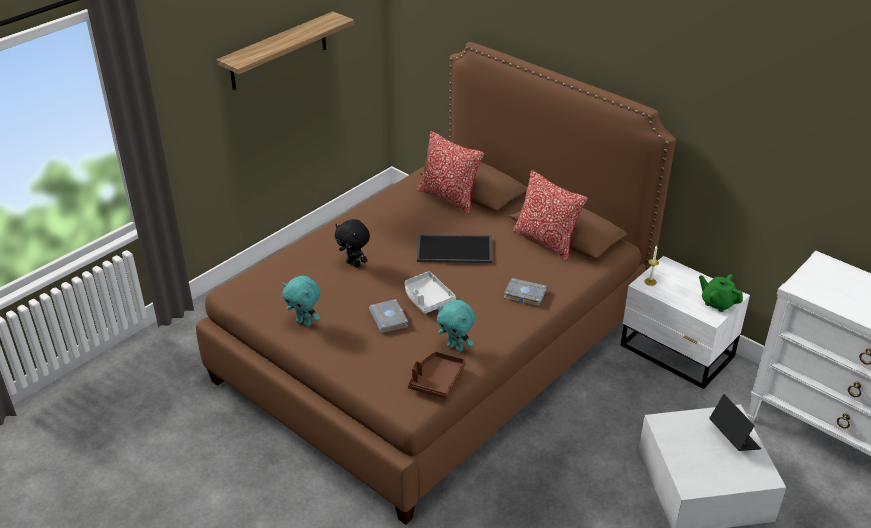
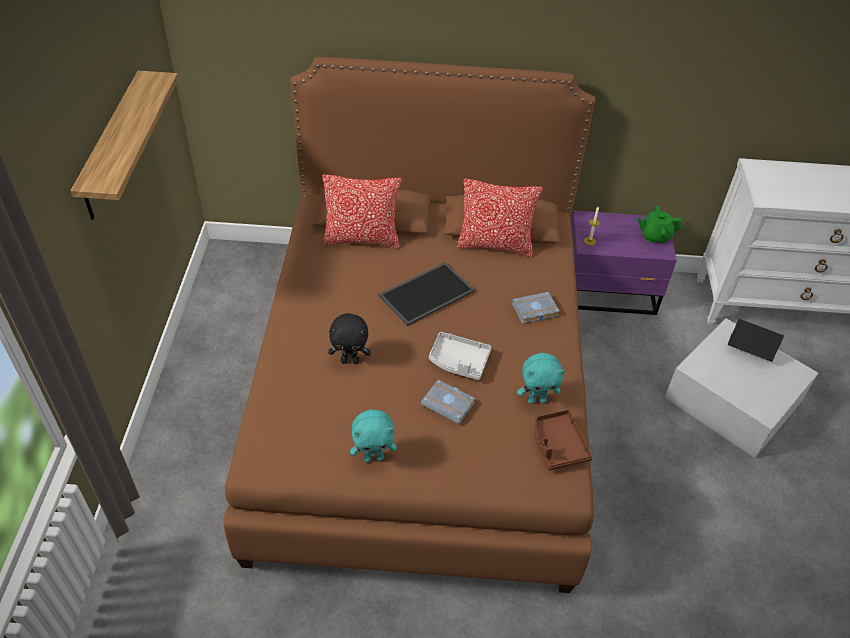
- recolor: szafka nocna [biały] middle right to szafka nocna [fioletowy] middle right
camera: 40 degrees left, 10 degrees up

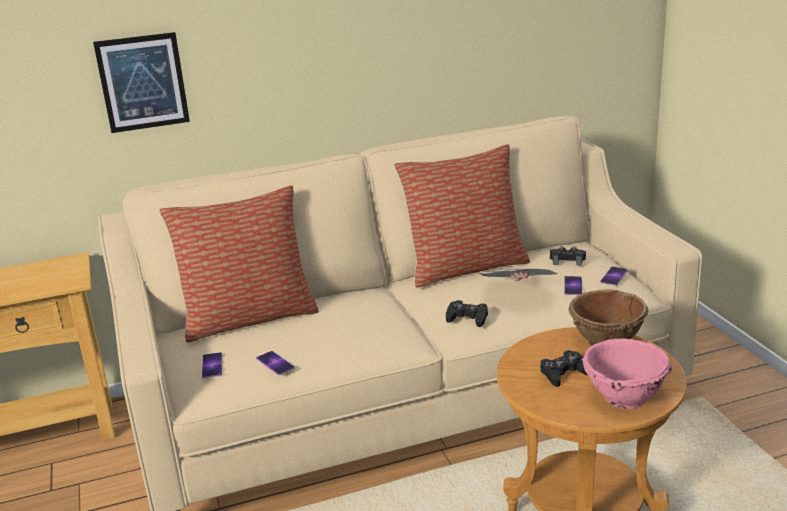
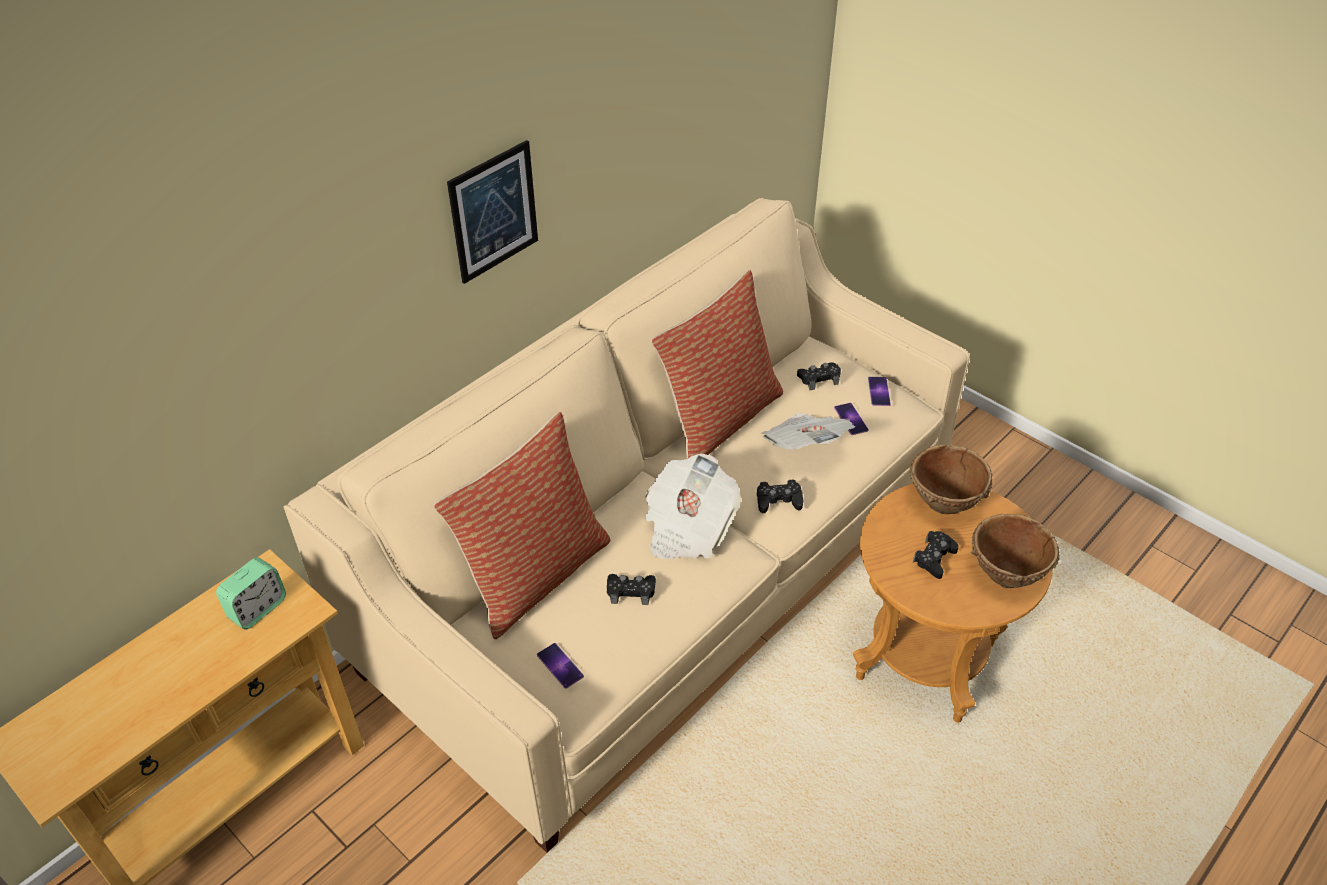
- insert: budzik bottom left
- move: obraz top left to top centre
- insert: pad do gier [czarny] (1st from left) centre
- insert: gazeta (1st from left) centre
- recolor: miska [różowy] bottom right to miska [brązowy] (2nd from left) middle right
- delete: telefon (2nd from left) bottom centre
camera: 30 degrees left, 20 degrees up

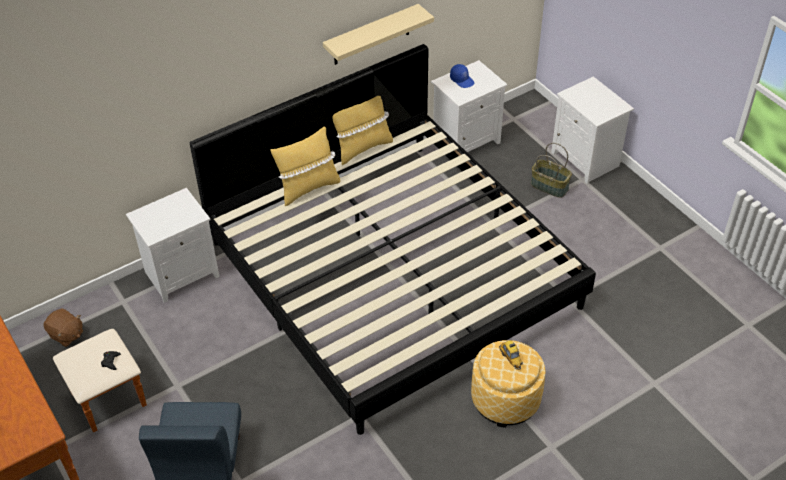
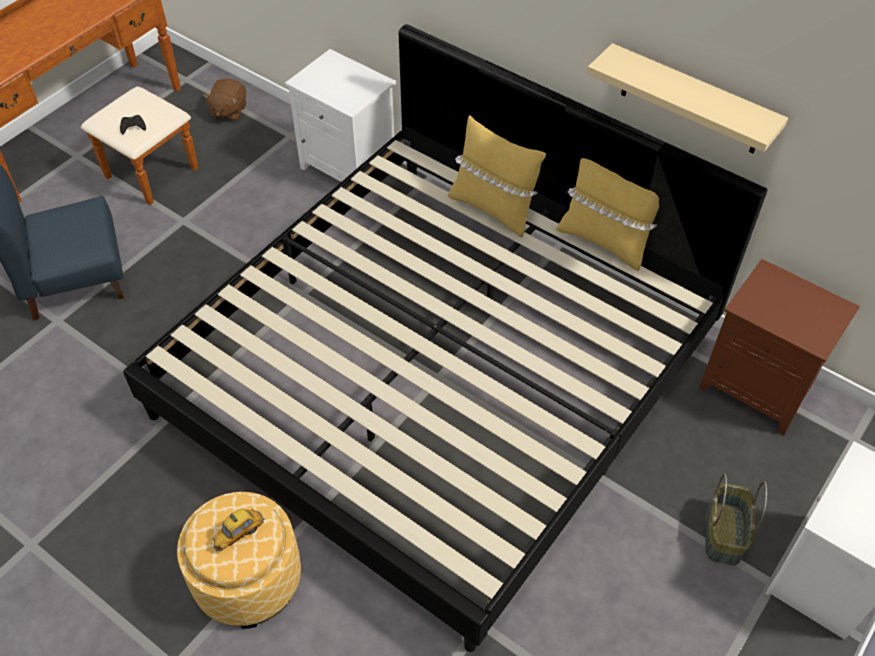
- recolor: szafka nocna [biały] (2nd from left) top centre to szafka nocna [brązowy] middle right
- delete: czapka z daszkiem [niebieski] top centre
camera: 70 degrees right, 5 degrees up

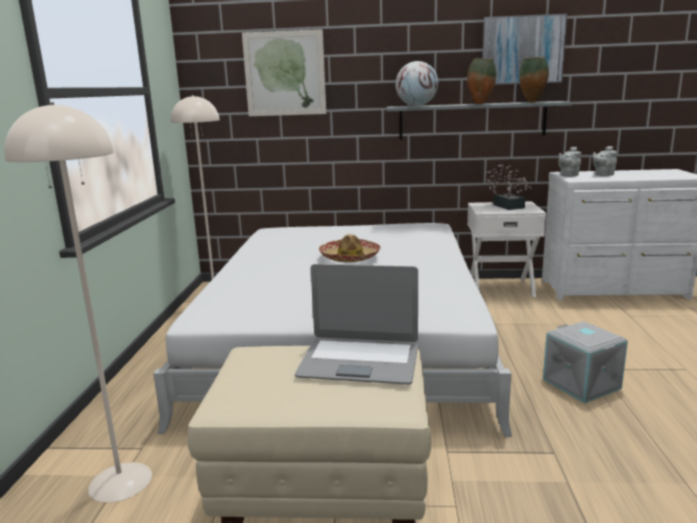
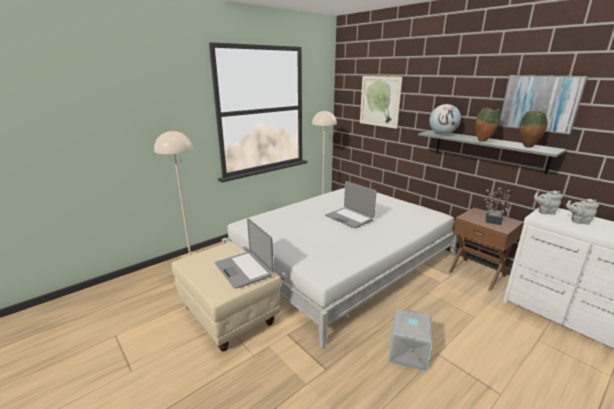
- replace: kapelusz centre to laptop (2nd from left) centre
- recolor: szafka nocna [biały] middle right to szafka nocna [brązowy] middle right
camera: 45 degrees right, 5 degrees up

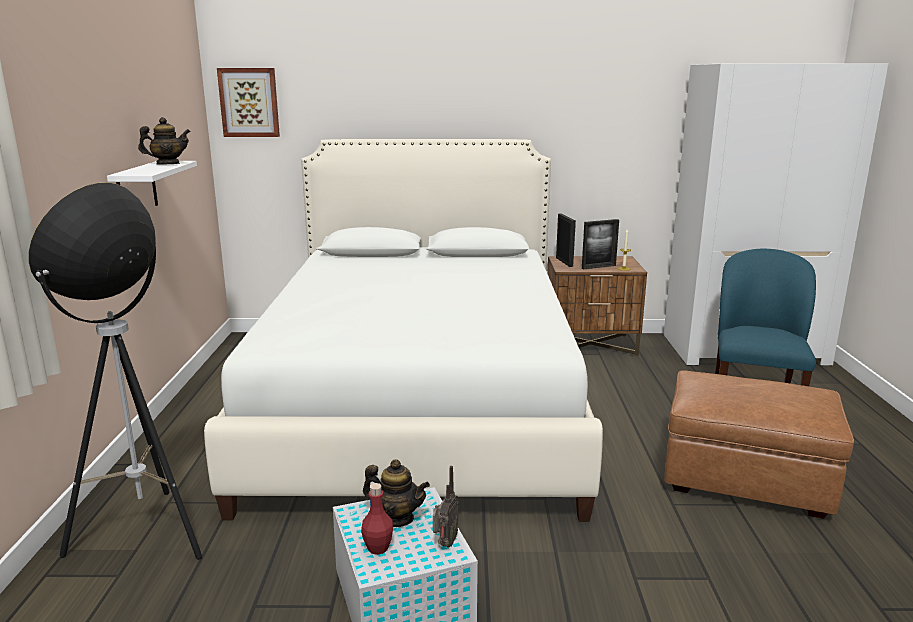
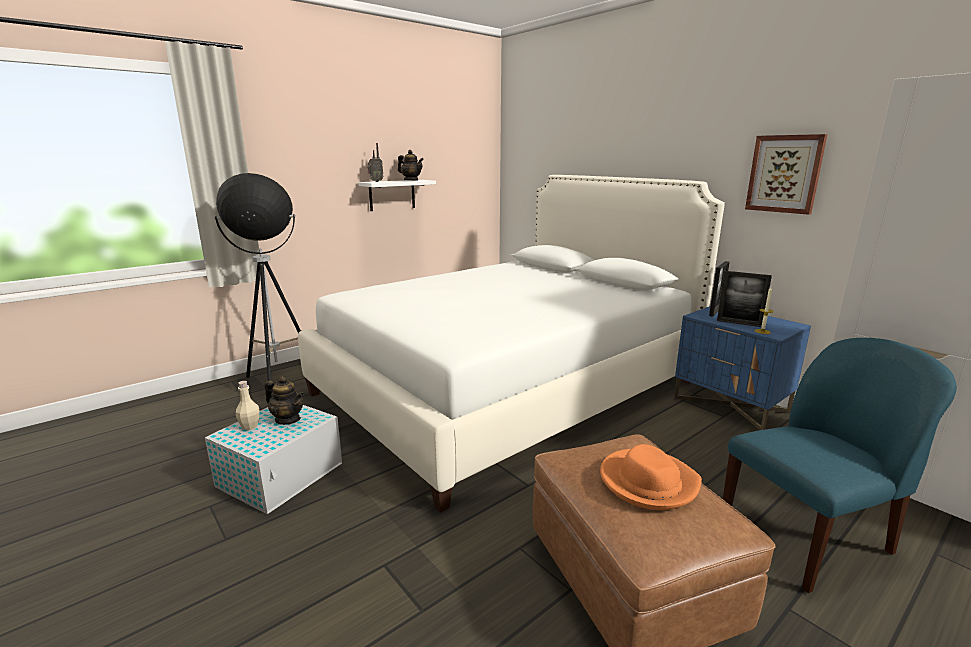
- recolor: butelka [czerwony] bottom centre to butelka [beżowy] middle left
- rotate: imbryk (2nd from left in the first image) bottom centre = middle left 45 degrees counterclockwise
- move: radio bottom centre to top centre
- insert: kapelusz [pomarańczowy] bottom right
- recolor: szafka nocna [brązowy] centre to szafka nocna [niebieski] middle right
- move: obraz top left to top right
camera: 50 degrees right, 0 degrees up

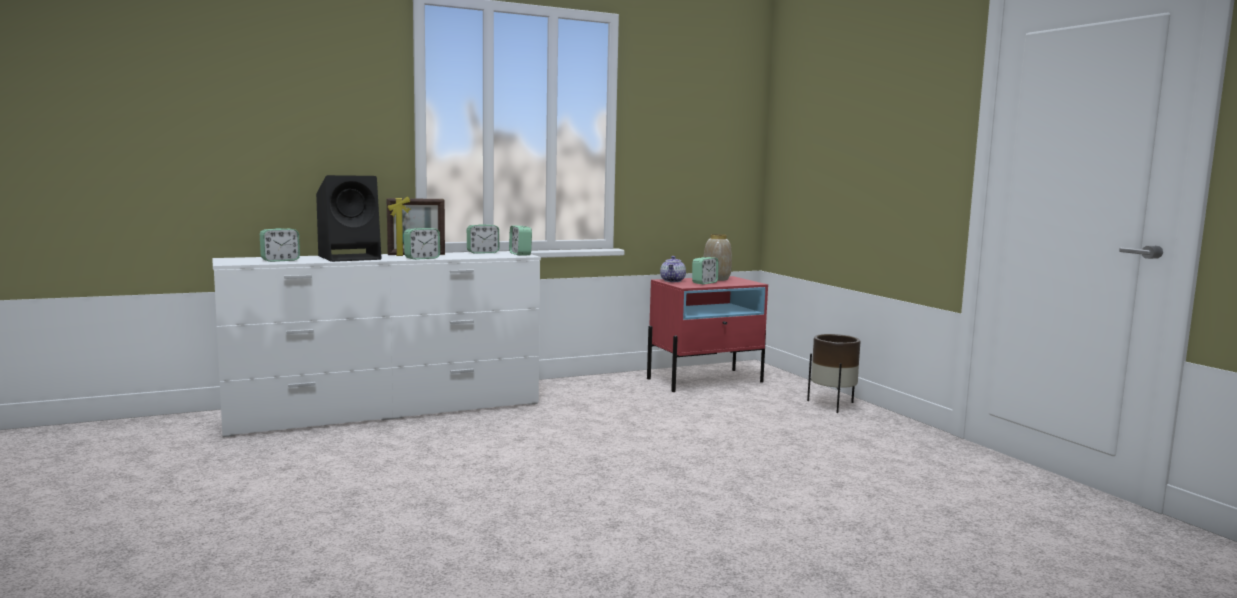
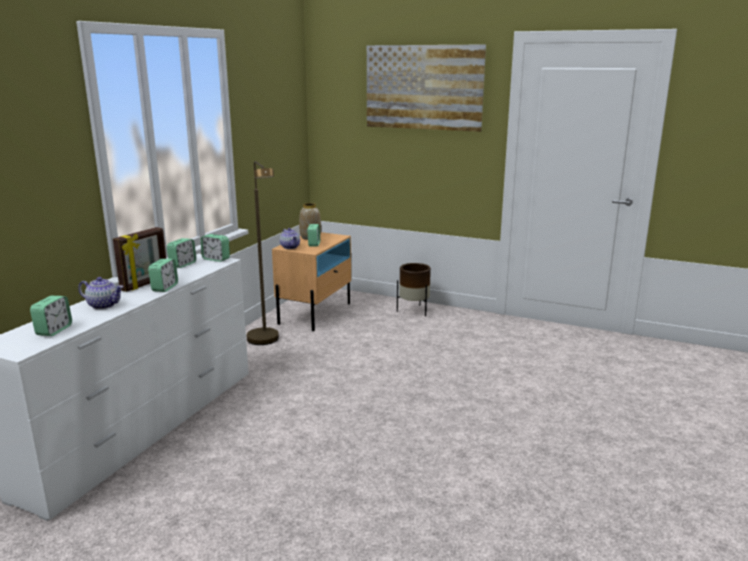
- replace: głośnik [czarny] middle left to imbryk (1st from left) middle left
- insert: lampa stojąca [brązowy] centre
- recolor: szafka nocna [czerwony] centre to szafka nocna [beżowy] centre
- insert: obraz top centre
camera: 40 degrees left, 10 degrees up

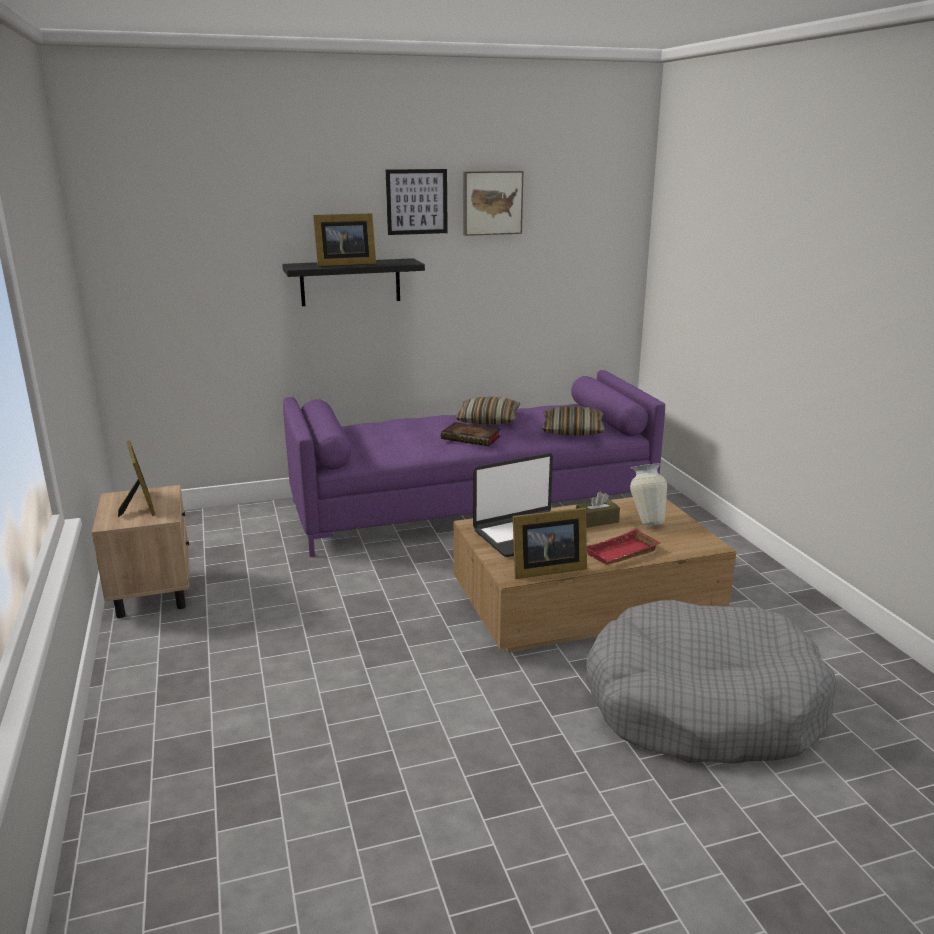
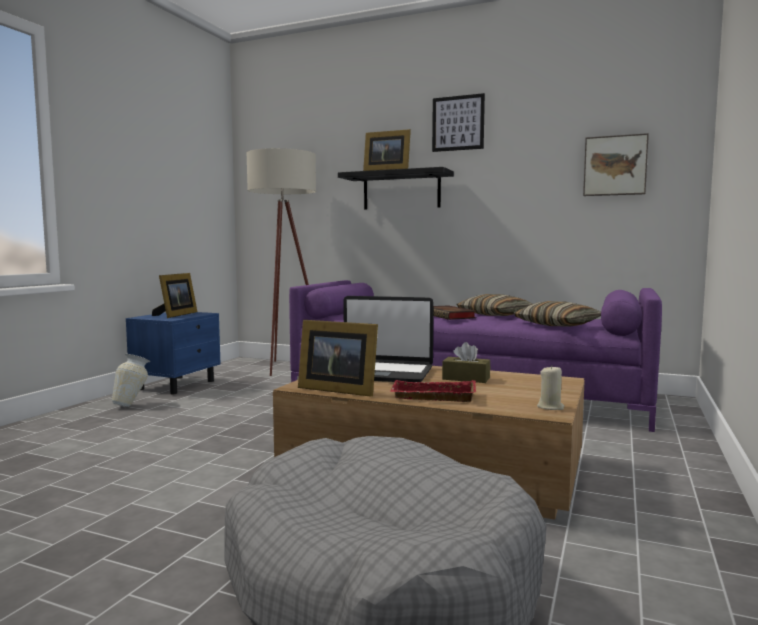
- move: wazon middle right to middle left
- recolor: szafka nocna [beżowy] middle left to szafka nocna [niebieski] middle left
- insert: lampa stojąca [beżowy] centre
- insert: świeca [beżowy] middle right
- move: obraz (2nd from left) top centre to top right
camera: 40 degrees right, 15 degrees down

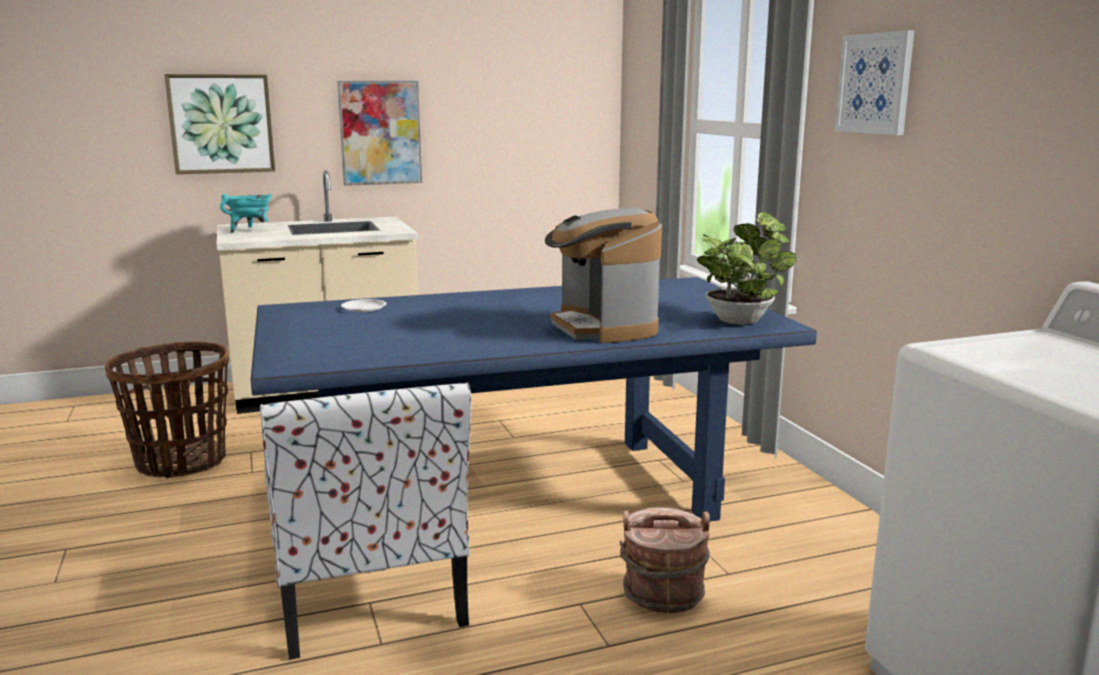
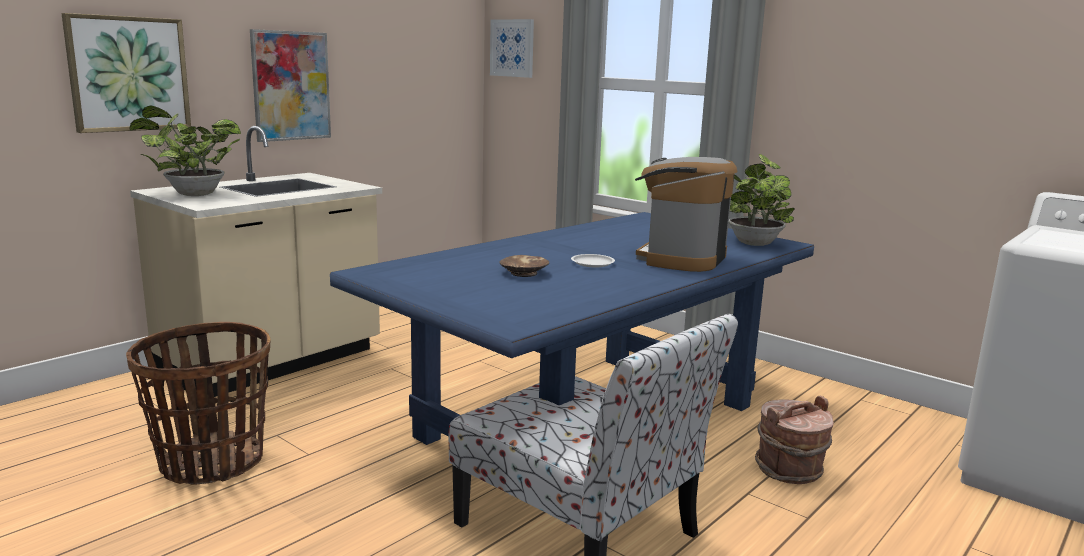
- replace: garnek [turkusowy] top left to roślina doniczkowa (1st from left) top left
- move: obraz (3rd from left) top right to top centre
- insert: miska [brązowy] centre
- move: talerz [biały] middle left to centre
- rotate: ekspres do kawy centre = centre 75 degrees clockwise
camera: 30 degrees left, 0 degrees up

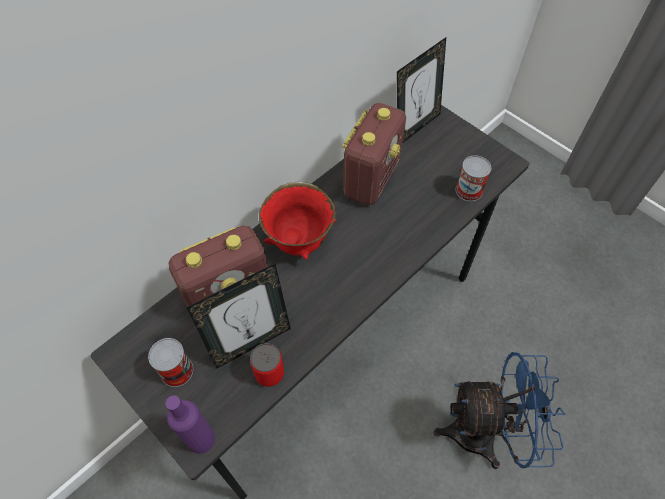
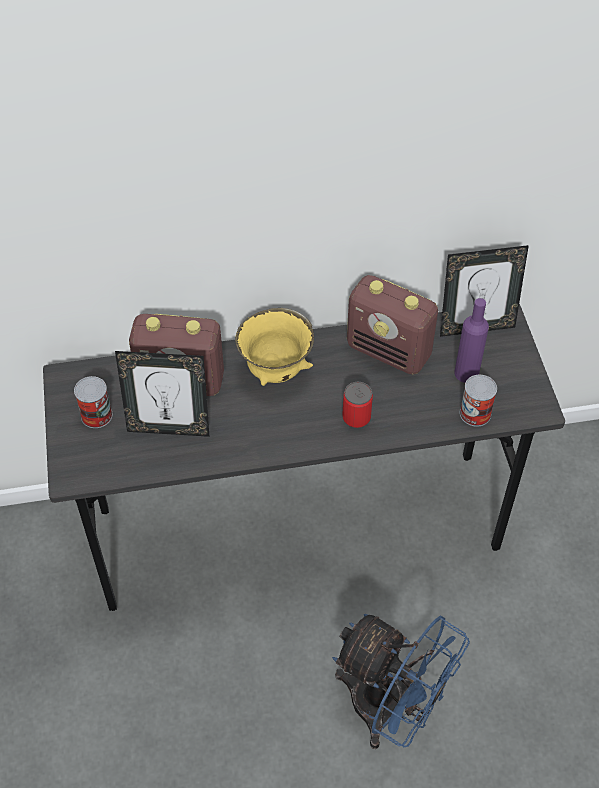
- recolor: miska [czerwony] centre to miska [żółty] centre
- move: puszka (2nd from left) bottom centre to centre
- rotate: radio (2nd from left) top centre = centre 60 degrees clockwise
- move: butelka [fioletowy] bottom left to middle right
camera: 35 degrees right, 5 degrees down

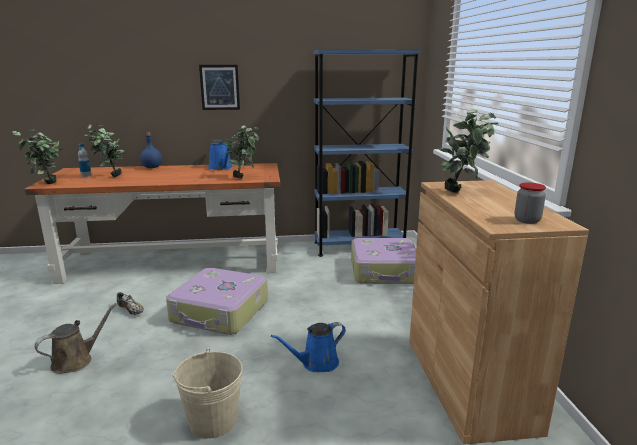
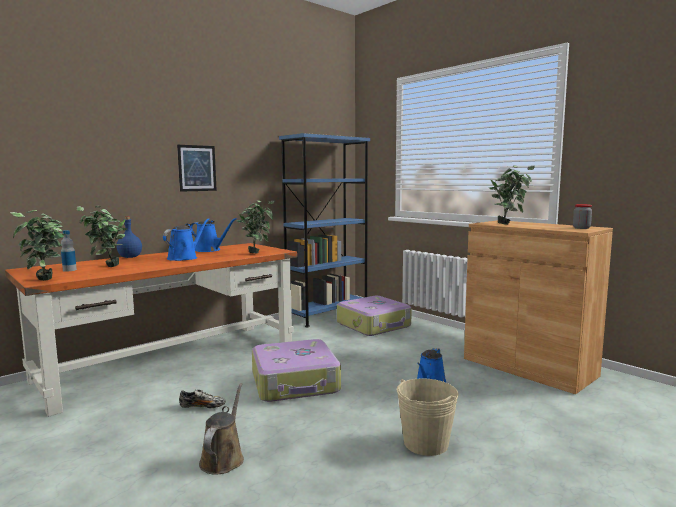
- insert: konewka [niebieski] (1st from left) middle left
camera: 35 degrees left, 10 degrees down

